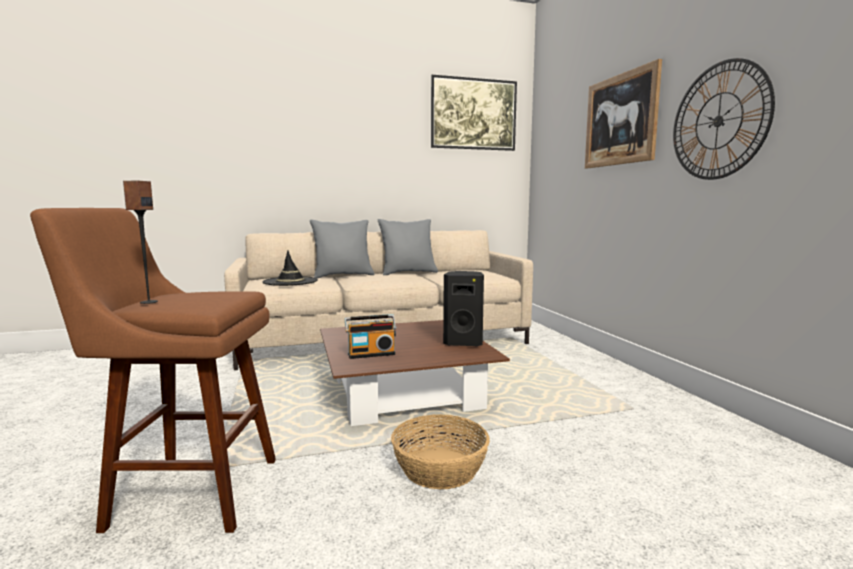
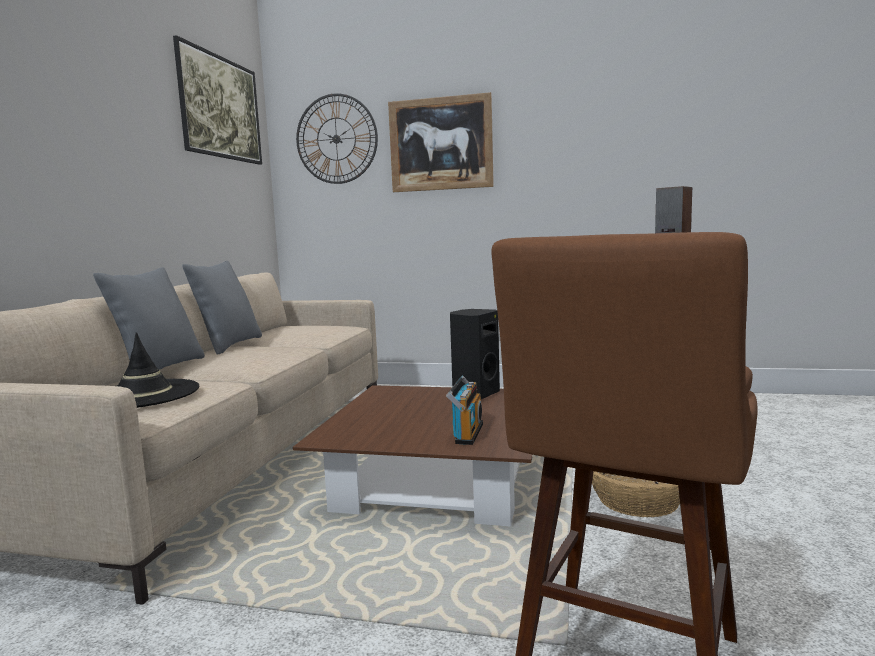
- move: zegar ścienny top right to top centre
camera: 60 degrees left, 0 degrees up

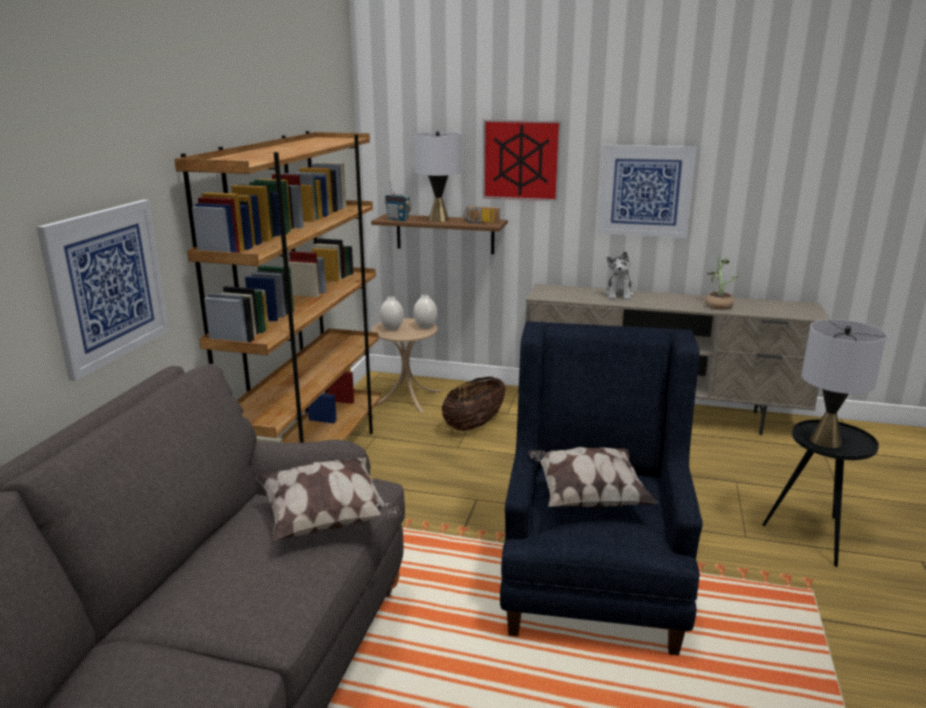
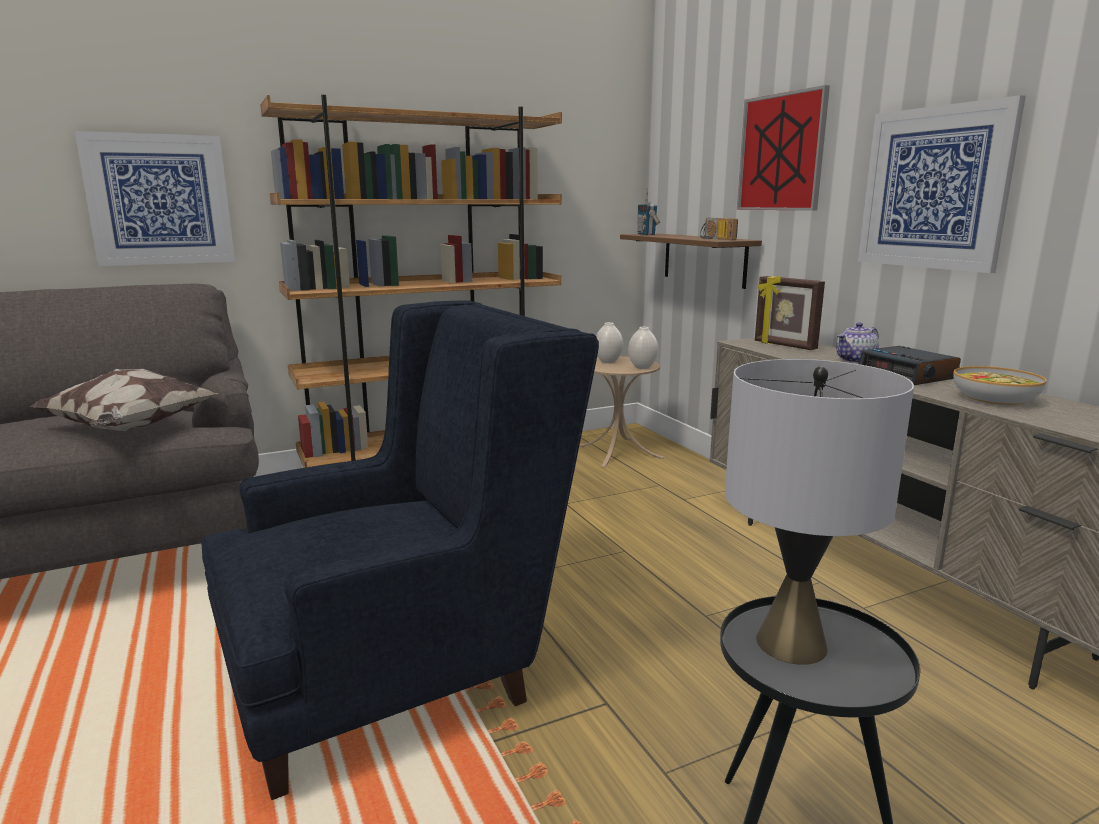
- insert: ramka na zdjęcie middle right
- replace: pluszak middle right to imbryk middle right
- insert: budzik middle right
- replace: roślina doniczkowa middle right to miska middle right
- delete: lampa stołowa [szary] (1st from left) top centre
- delete: koszyk centre
- delete: poduszka (2nd from left) bottom centre
camera: 50 degrees right, 5 degrees down

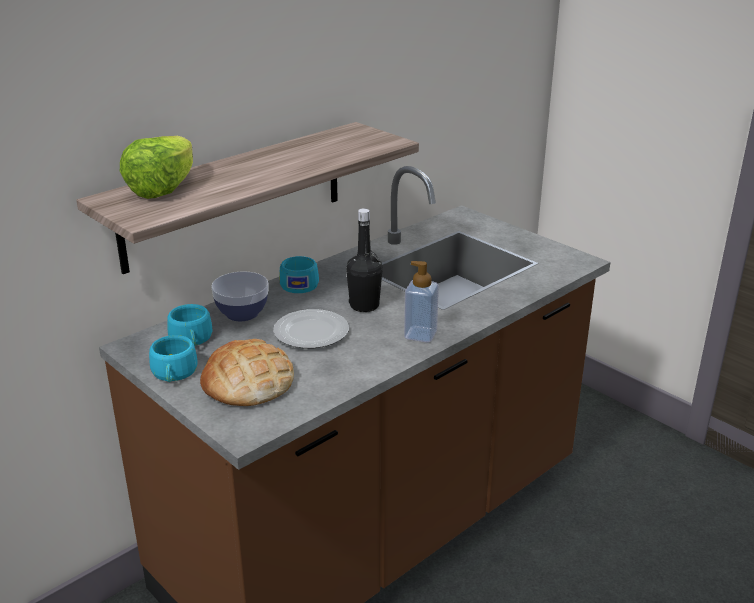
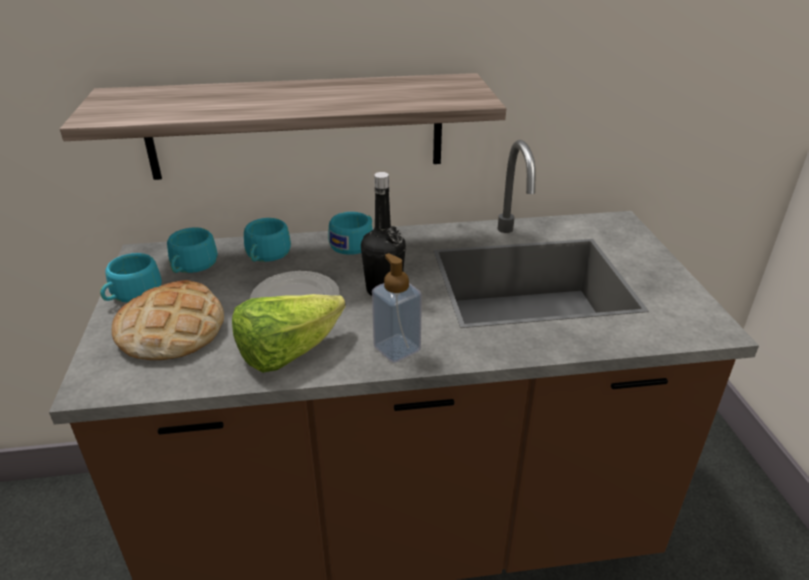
- move: sałata top left to centre
- replace: miska middle left to filiżanka [turkusowy] (3rd from left) middle left
camera: 35 degrees right, 5 degrees up

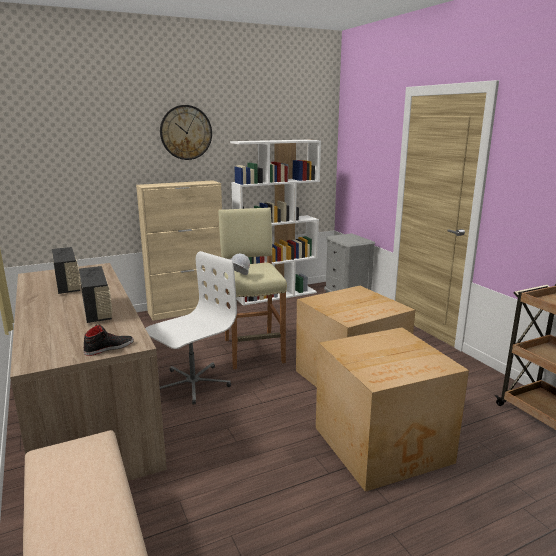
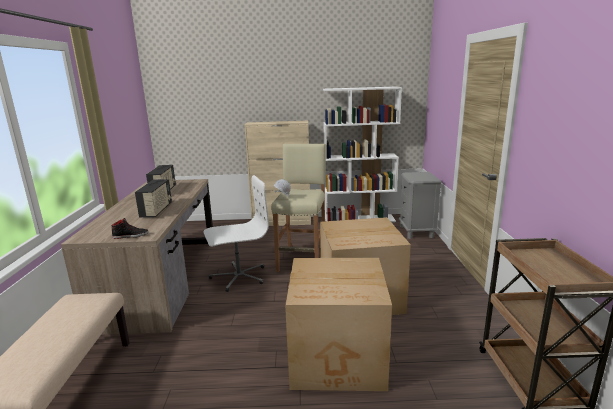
- delete: zegar ścienny top centre
camera: 25 degrees right, 0 degrees up

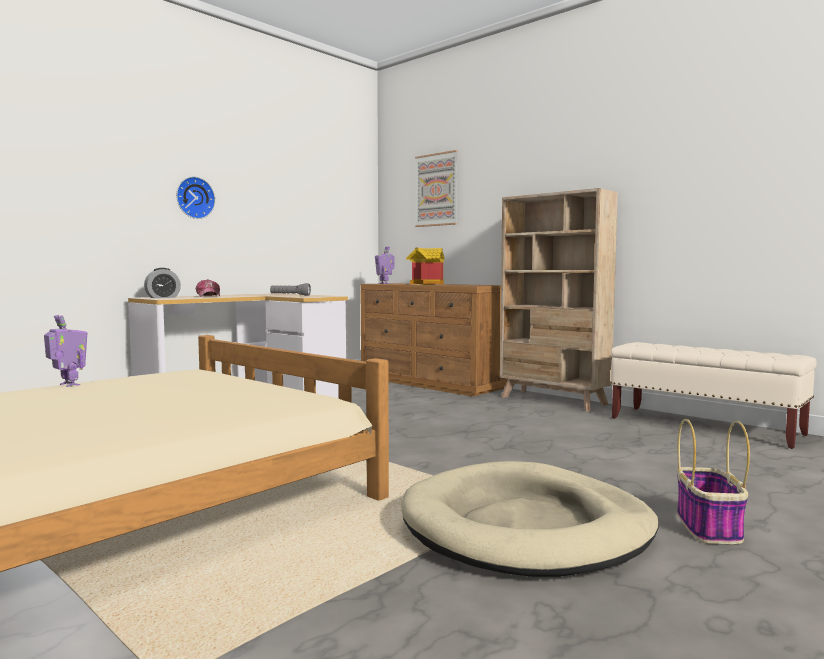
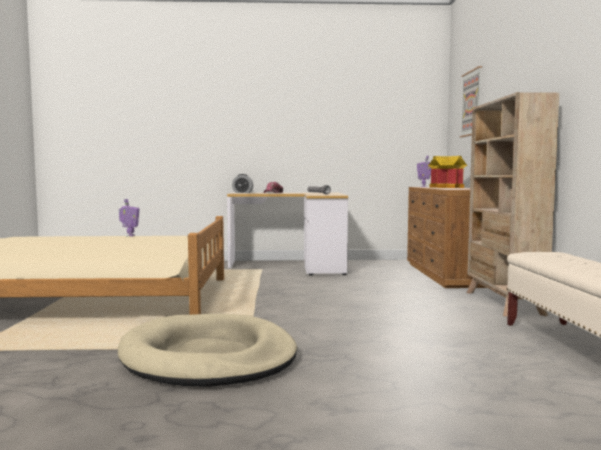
- delete: zegar ścienny top left
- delete: koszyk bottom right
camera: 45 degrees right, 0 degrees up

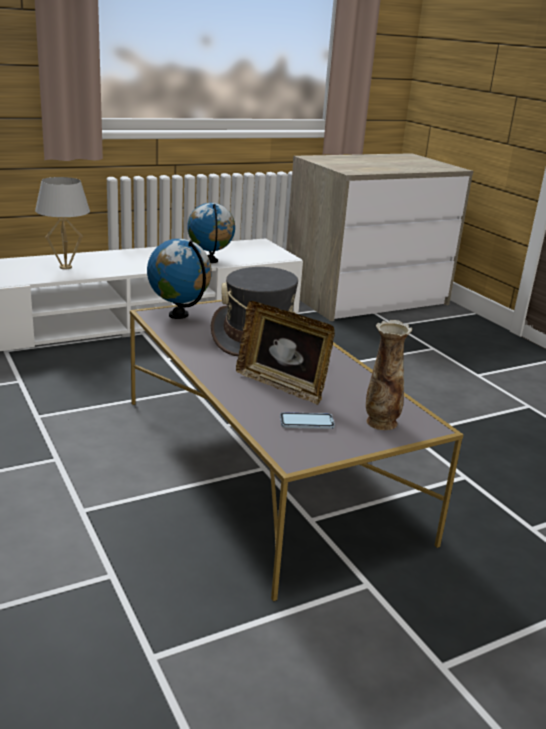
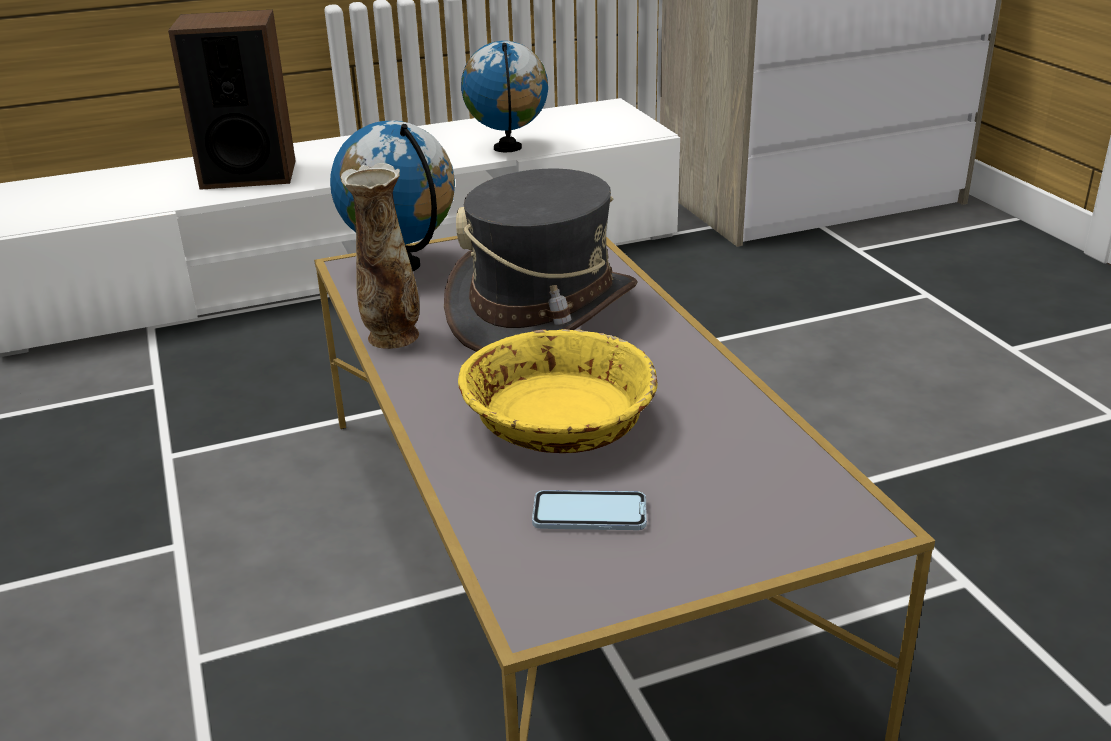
- replace: lampa stołowa [biały] top left to głośnik top left
- move: wazon middle right to centre
- replace: ramka na zdjęcie centre to miska [żółty] centre
camera: 10 degrees right, 5 degrees up

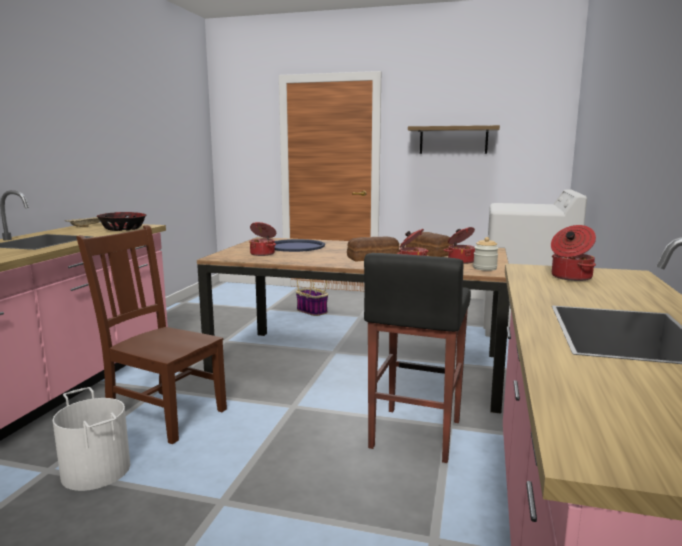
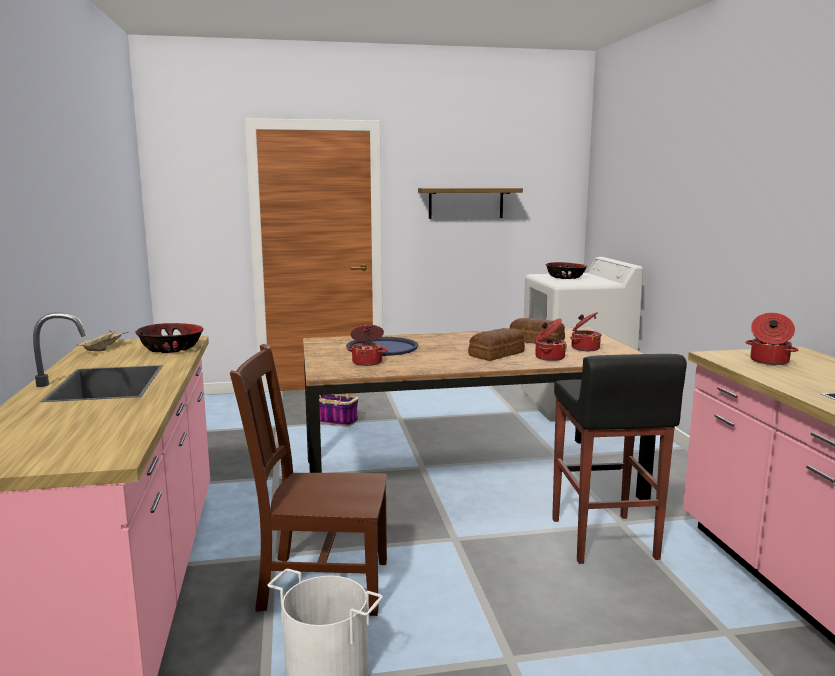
- insert: miska (2nd from left) middle right
- delete: słoik middle right
camera: 25 degrees left, 0 degrees up

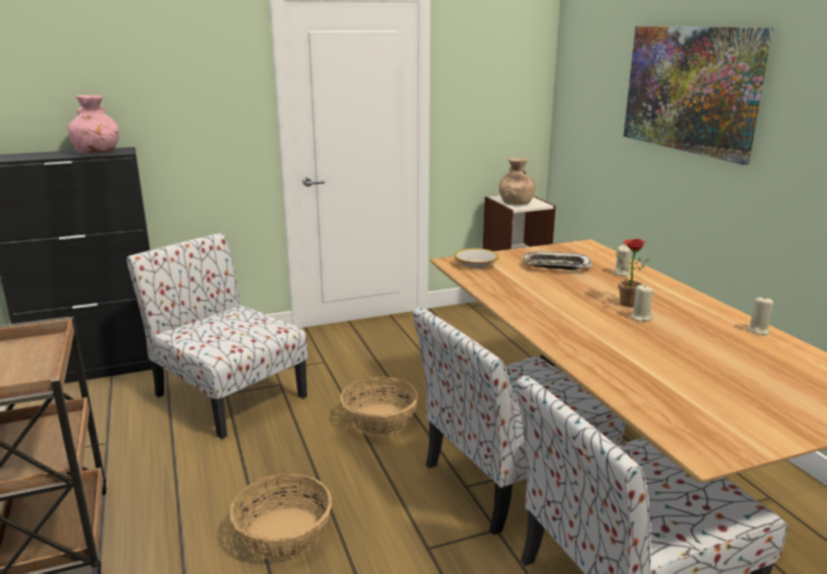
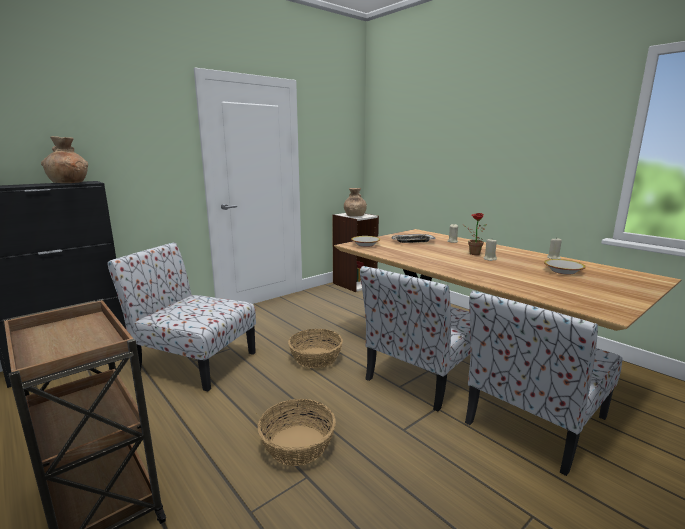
- recolor: wazon [różowy] top left to wazon [brązowy] (1st from left) top left
- insert: miska (2nd from left) middle right
- delete: obraz top right
camera: 20 degrees left, 5 degrees down

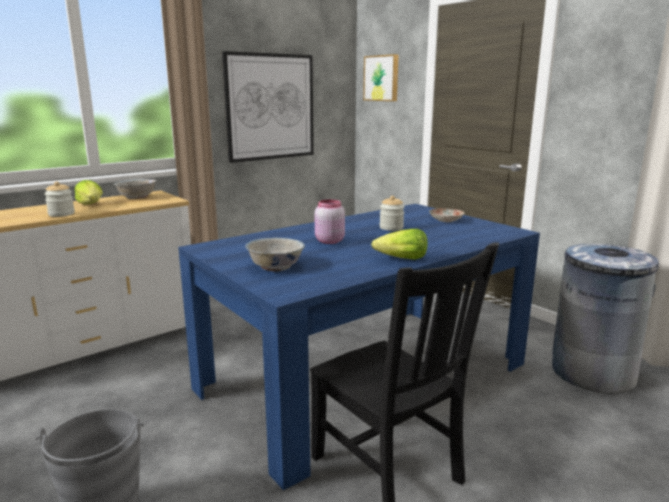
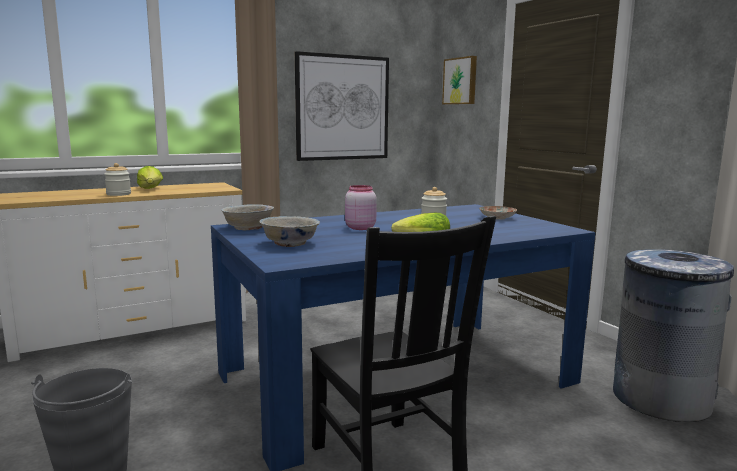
- move: miska [biały] (1st from left) middle left to centre
camera: 10 degrees right, 5 degrees down

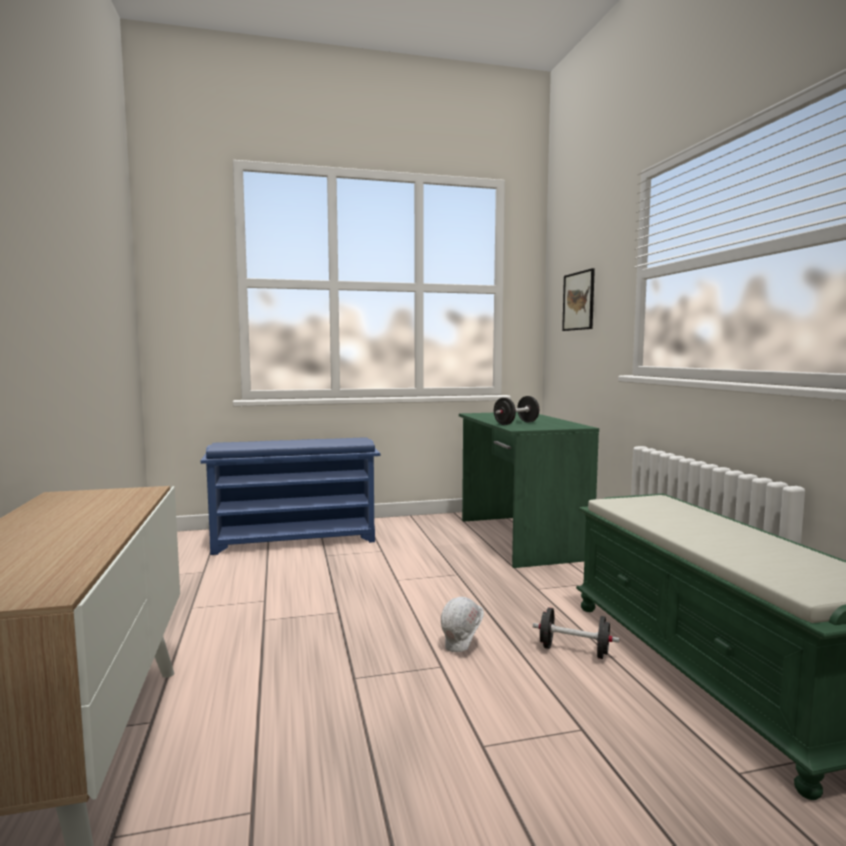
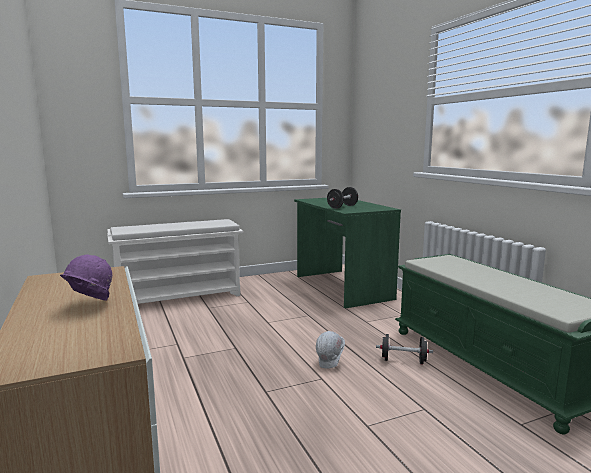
- insert: kask [fioletowy] middle left
- recolor: regał na buty [niebieski] centre to regał na buty [biały] middle left
- delete: obraz middle right
camera: 10 degrees left, 5 degrees up

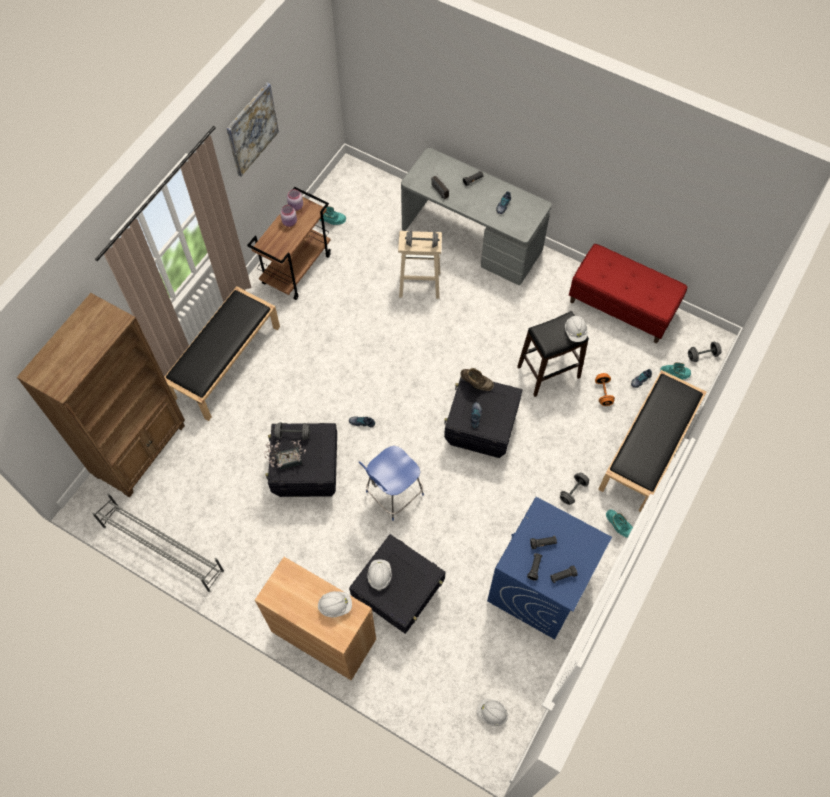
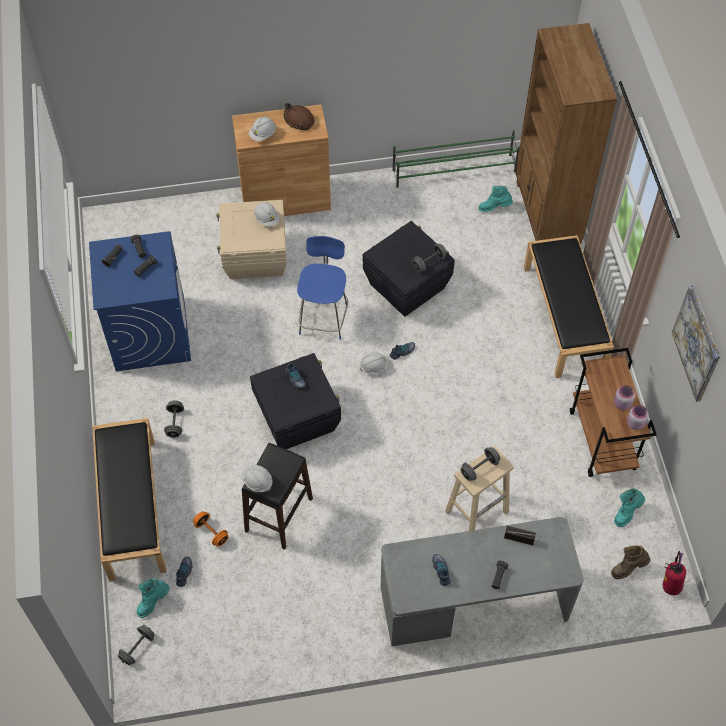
- recolor: pojemnik do przechowywania [czarny] (2nd from left) bottom centre to pojemnik do przechowywania [beżowy] top centre
- insert: kask [brązowy] top centre
- move: kask [biały] (3rd from left in the first image) bottom centre to kask [biały] (4th from left) centre
- recolor: regał na buty [szary] bottom left to regał na buty [zielony] top centre
- move: but z cholewką [turkusowy] (2nd from left) middle right to top right
- move: but z cholewką [brązowy] centre to bottom right
- insert: gaśnica bottom right
- delete: roślina doniczkowa centre
- delete: ławka [czerwony] middle right
camera: 140 degrees right, 5 degrees down

